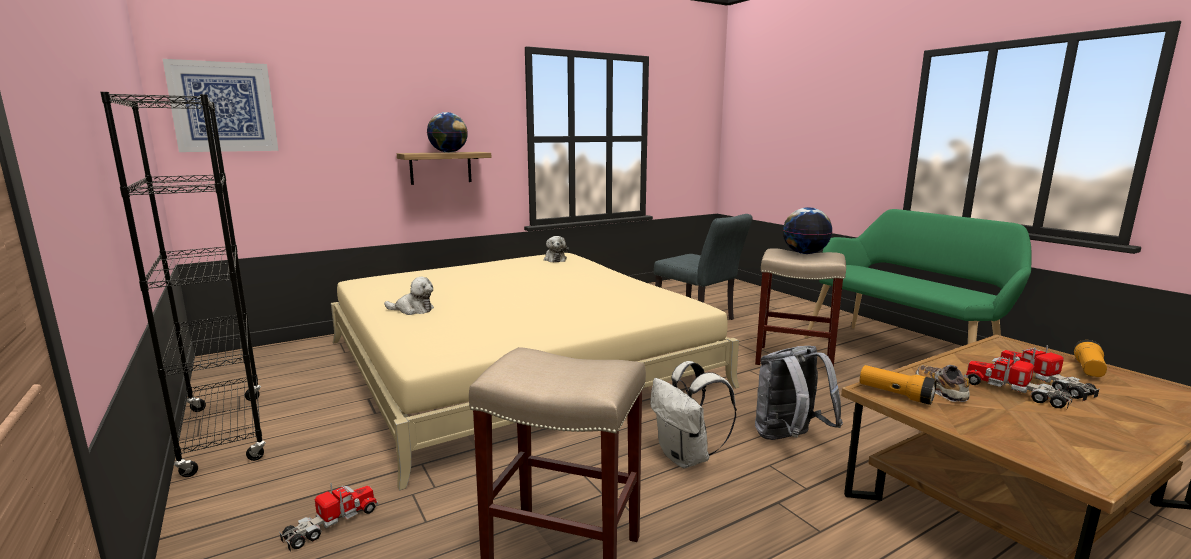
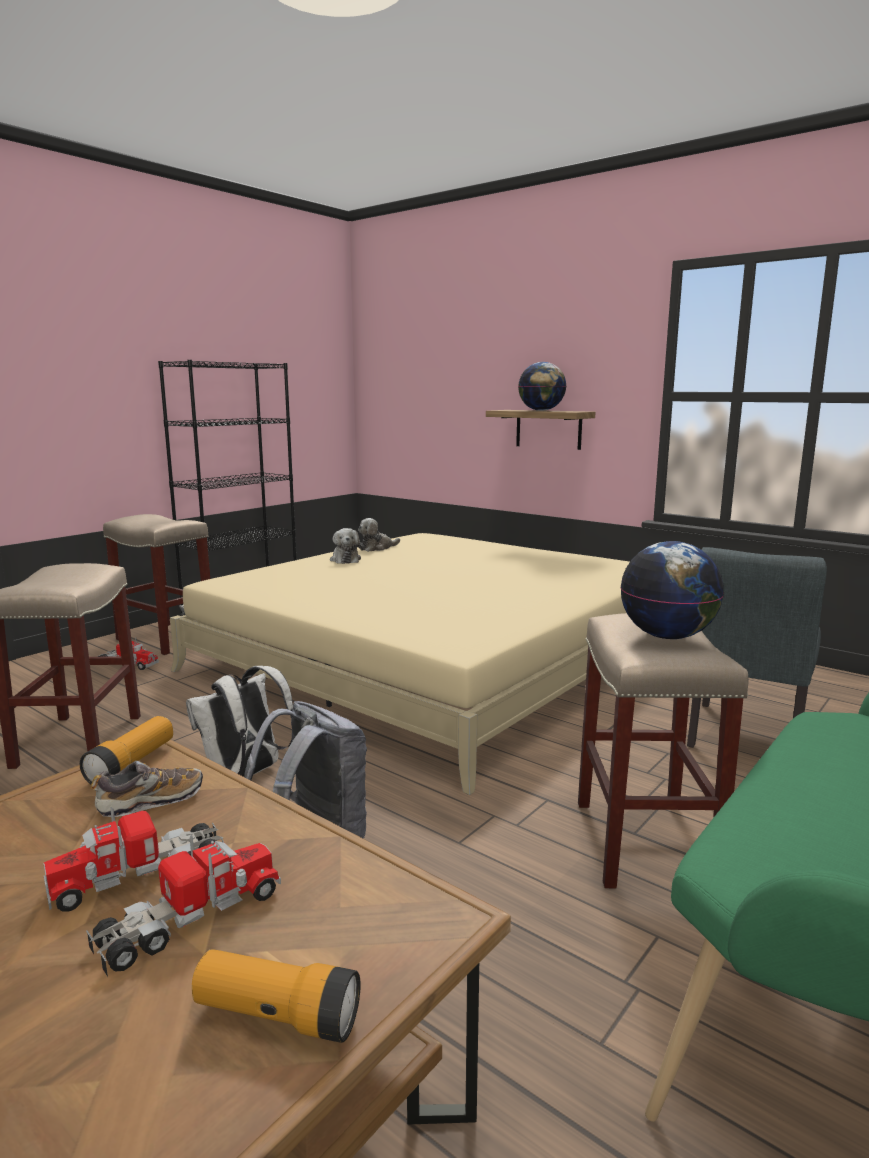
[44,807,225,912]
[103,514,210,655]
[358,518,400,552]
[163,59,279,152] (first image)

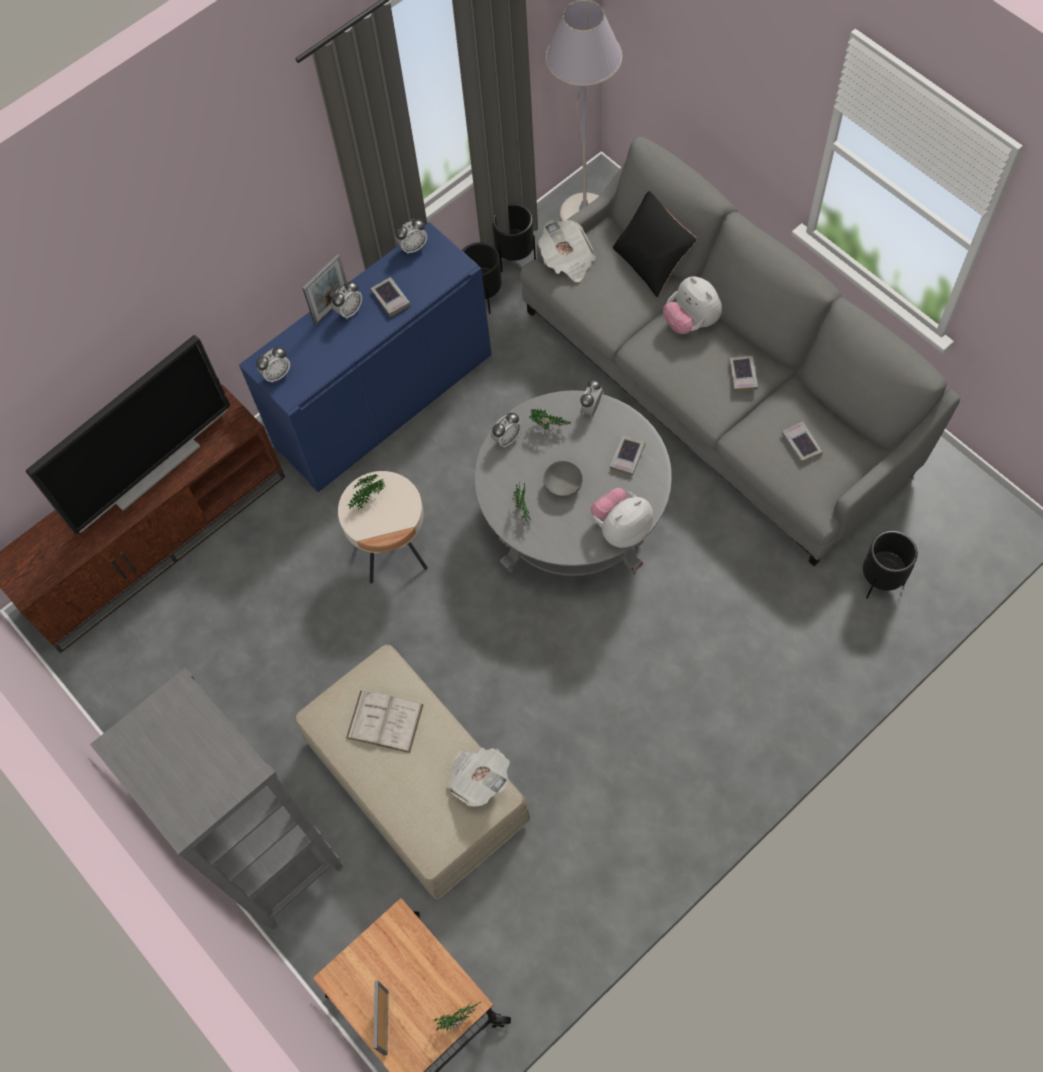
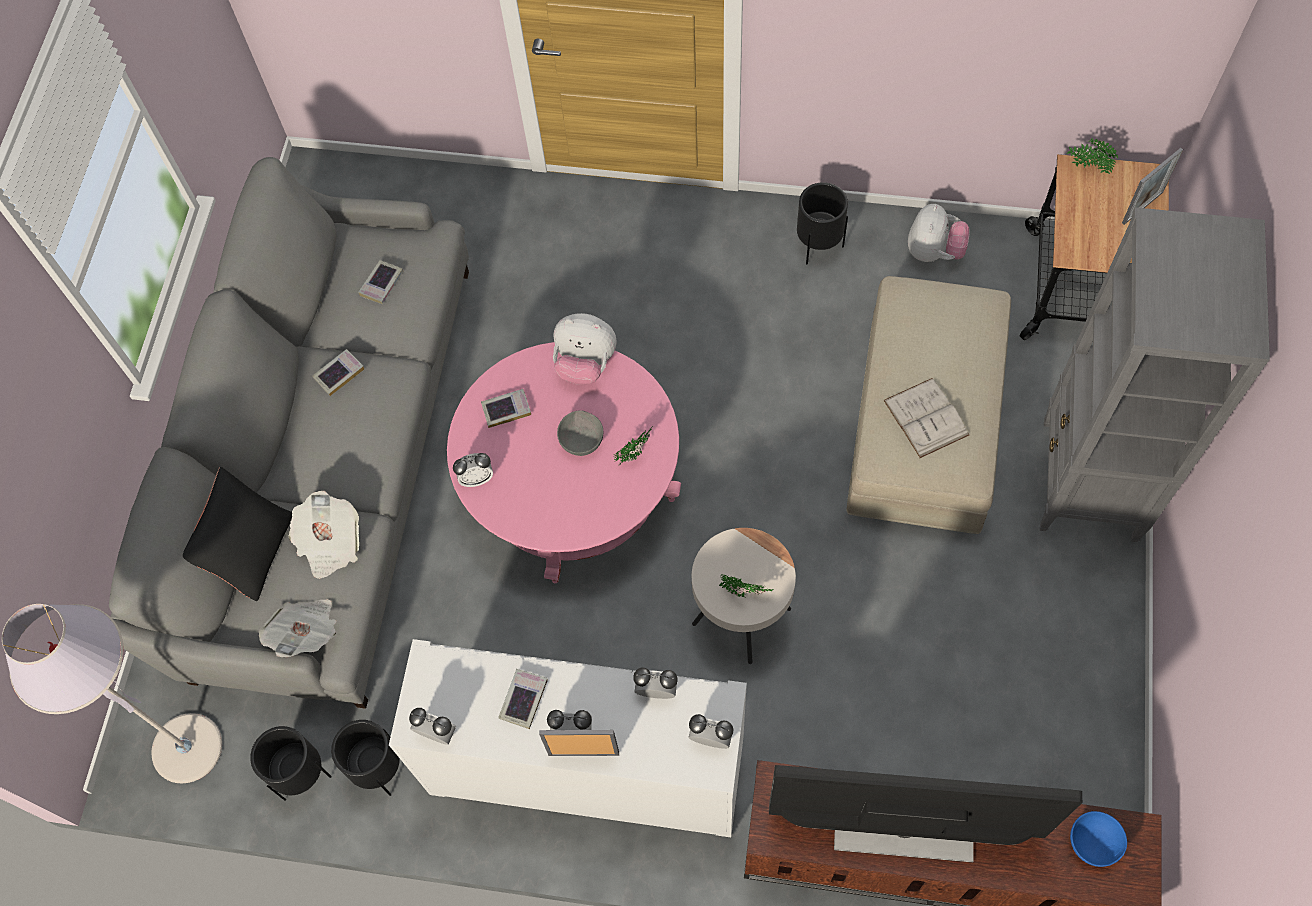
[289,491,359,579]
[389,639,747,837]
[447,342,681,583]
[633,667,678,699]
[797,182,848,264]
[908,204,970,262]
[1070,811,1127,867]
[529,408,571,430] (first image)

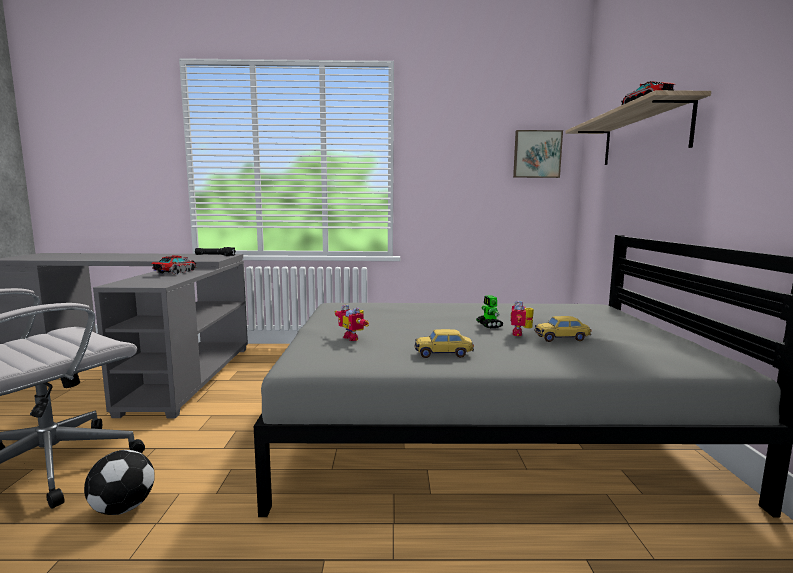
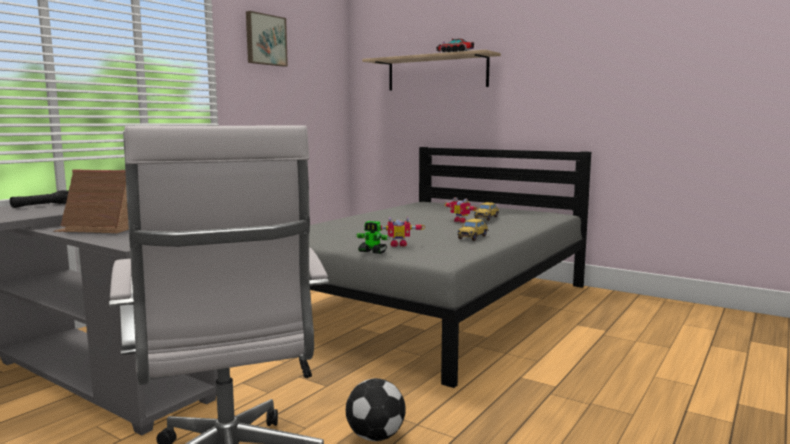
[54,169,129,234]
[246,11,288,67]
[356,221,391,254]

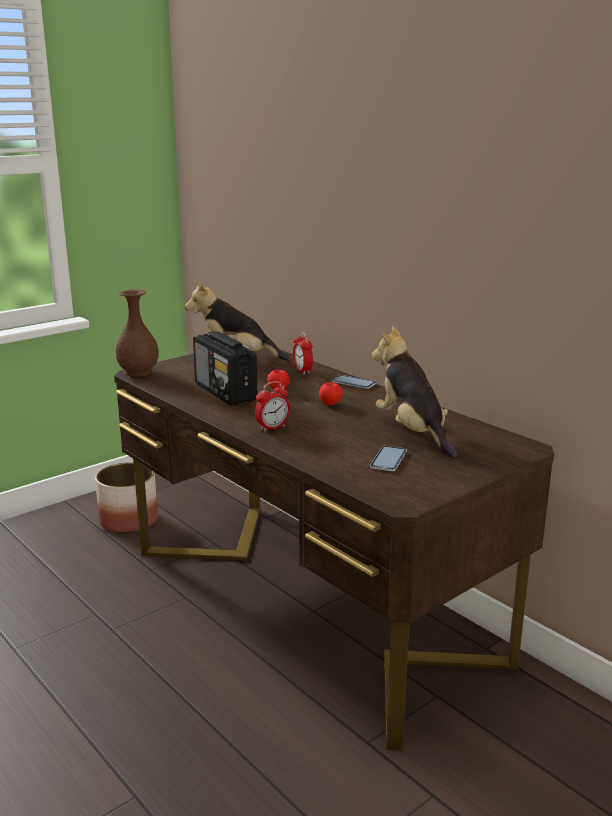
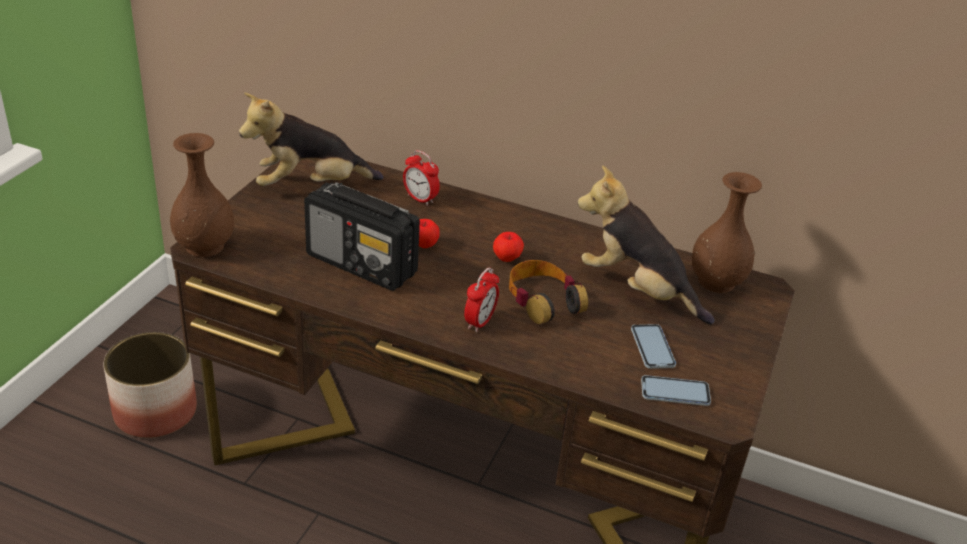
[509,260,588,324]
[641,375,711,406]
[692,172,762,293]

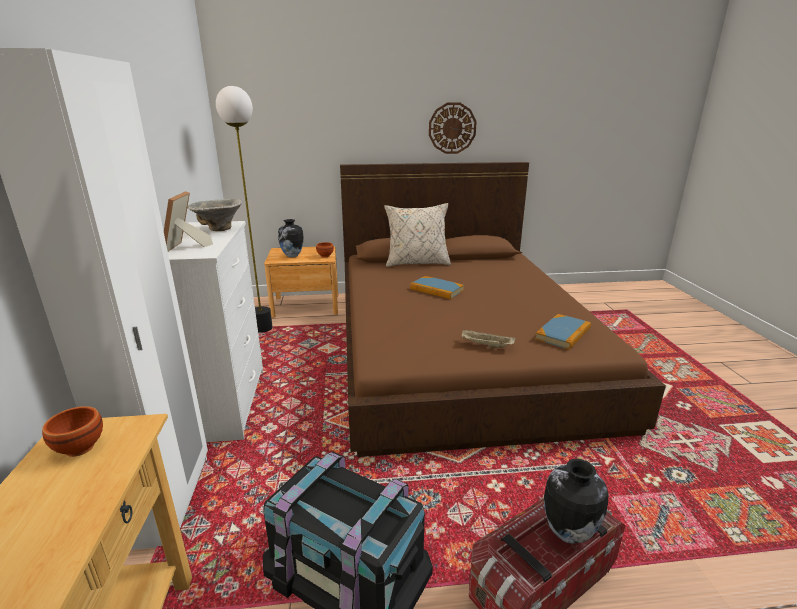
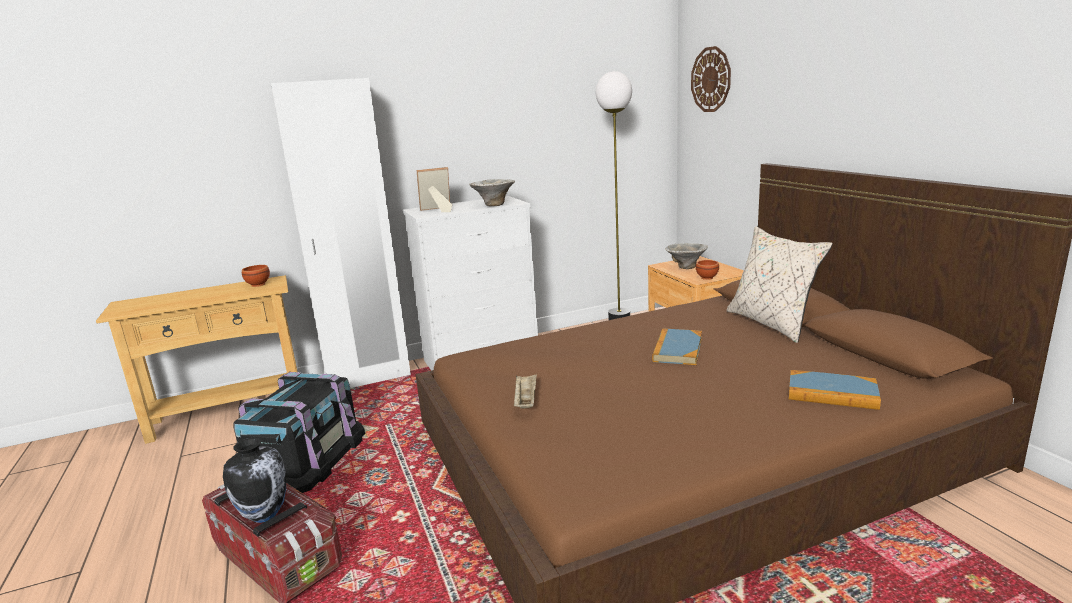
[665,243,708,269]
[691,46,731,112]
[789,370,881,410]

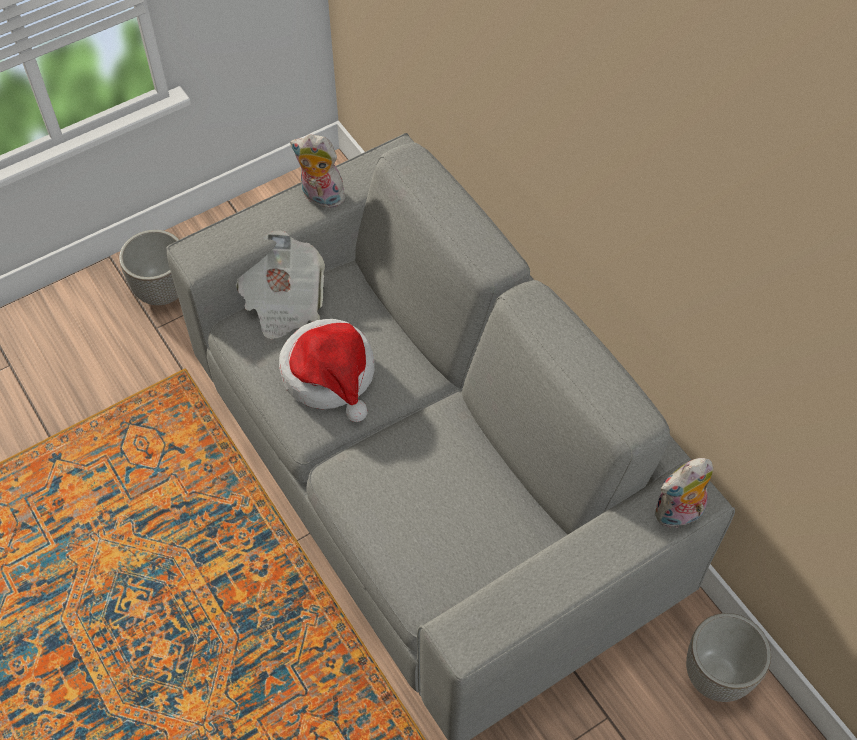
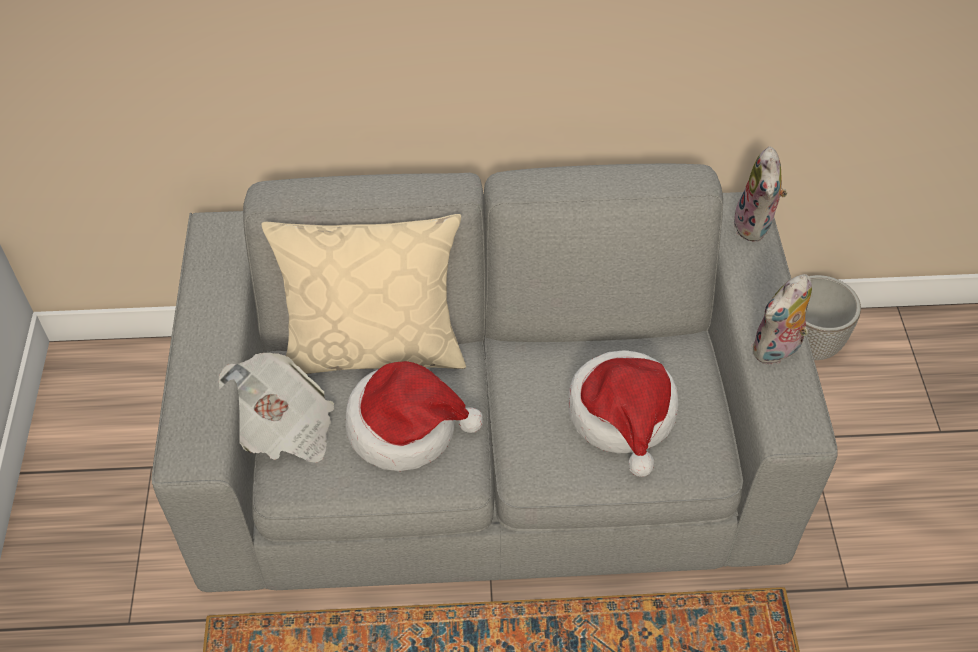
[261,214,466,374]
[568,350,678,477]
[751,274,813,365]
[119,230,179,305] (first image)

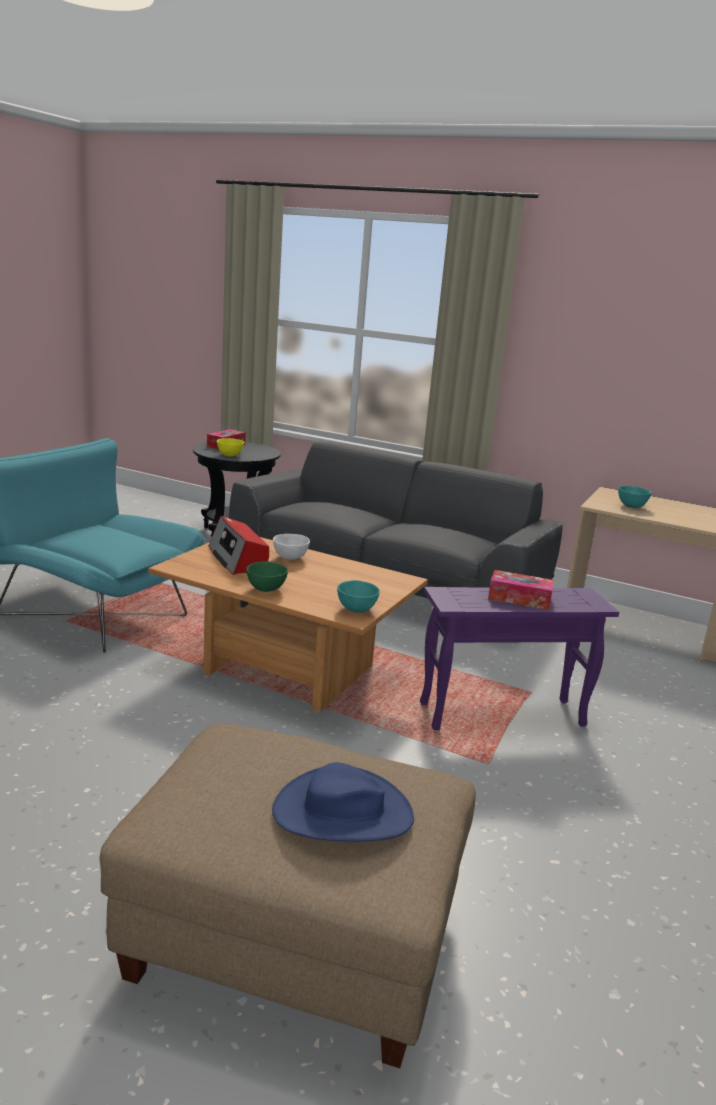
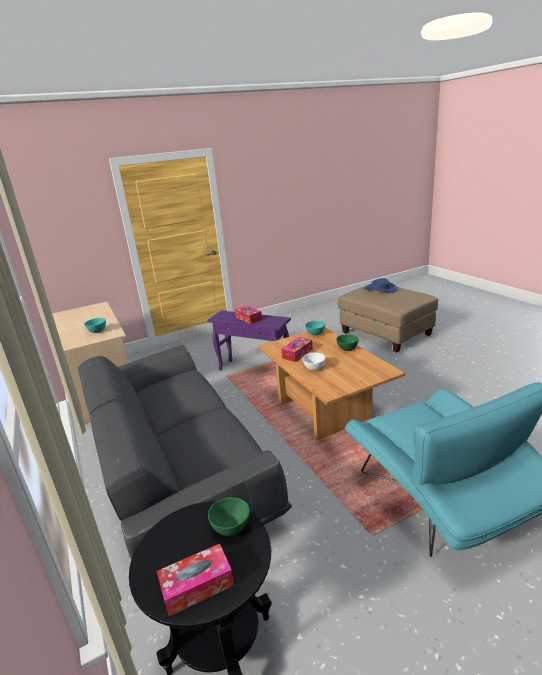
[208,497,250,536]
[281,337,313,362]
[208,516,269,575] (first image)

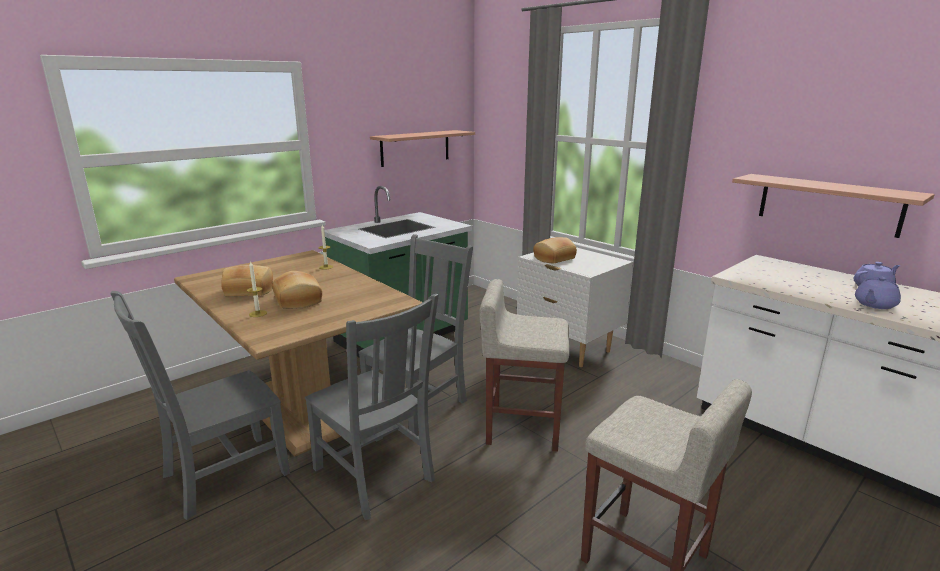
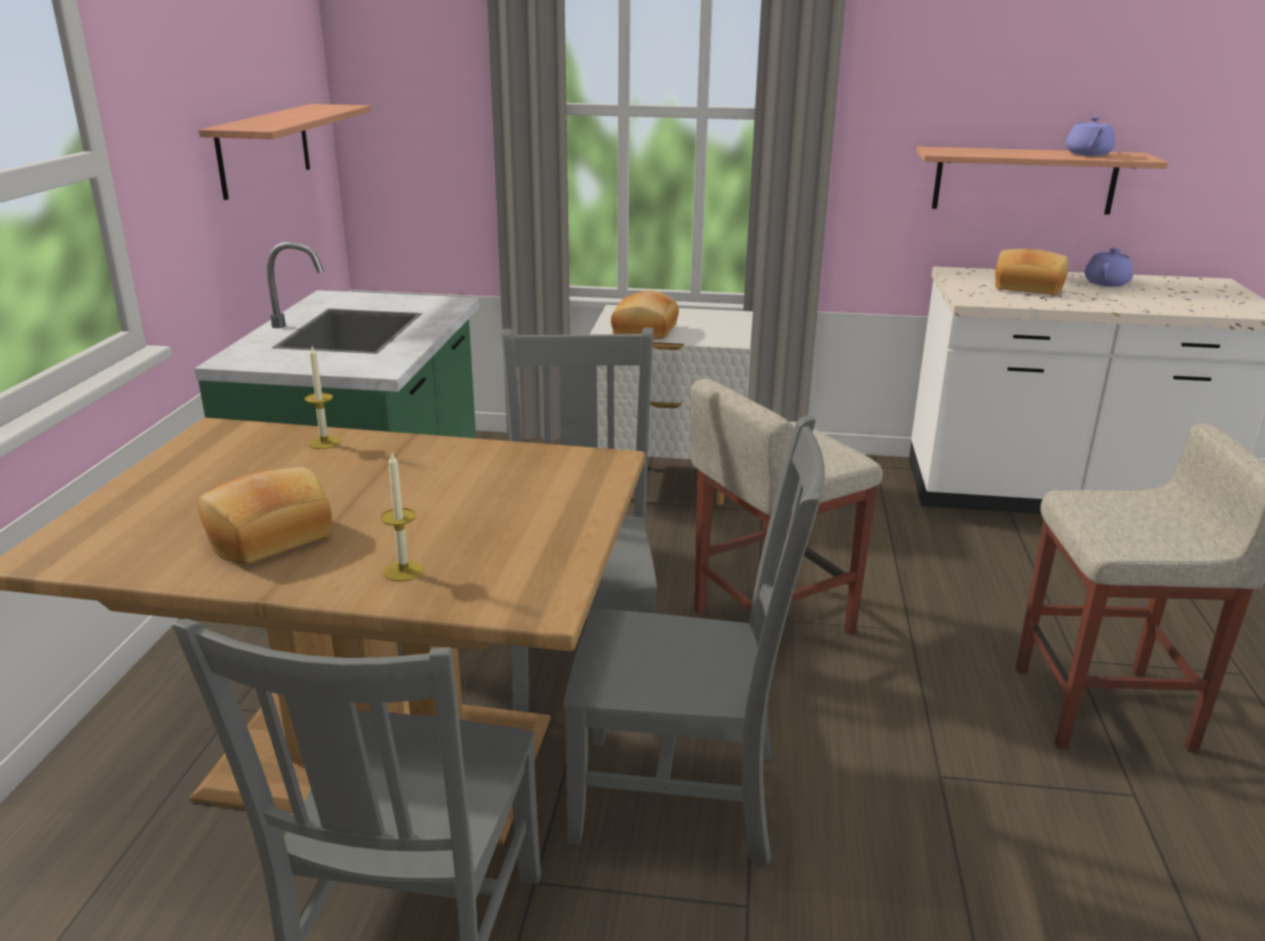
[995,249,1068,295]
[1066,116,1115,156]

